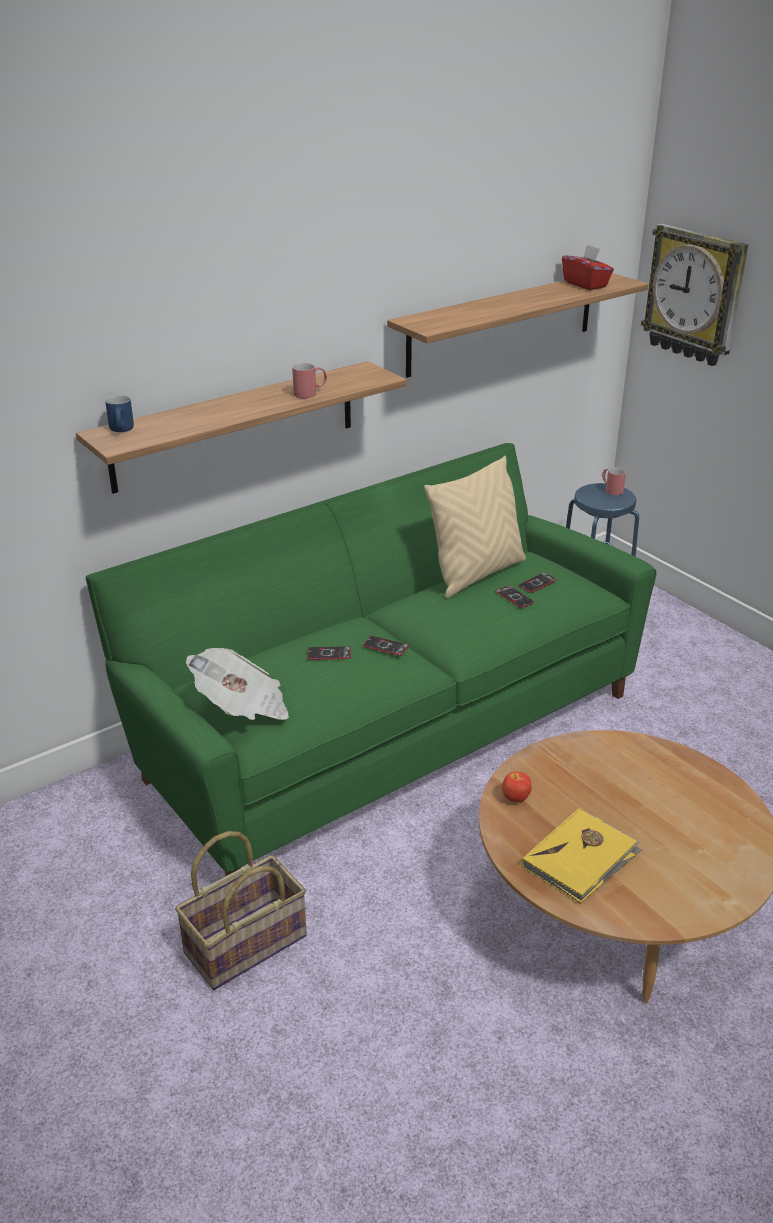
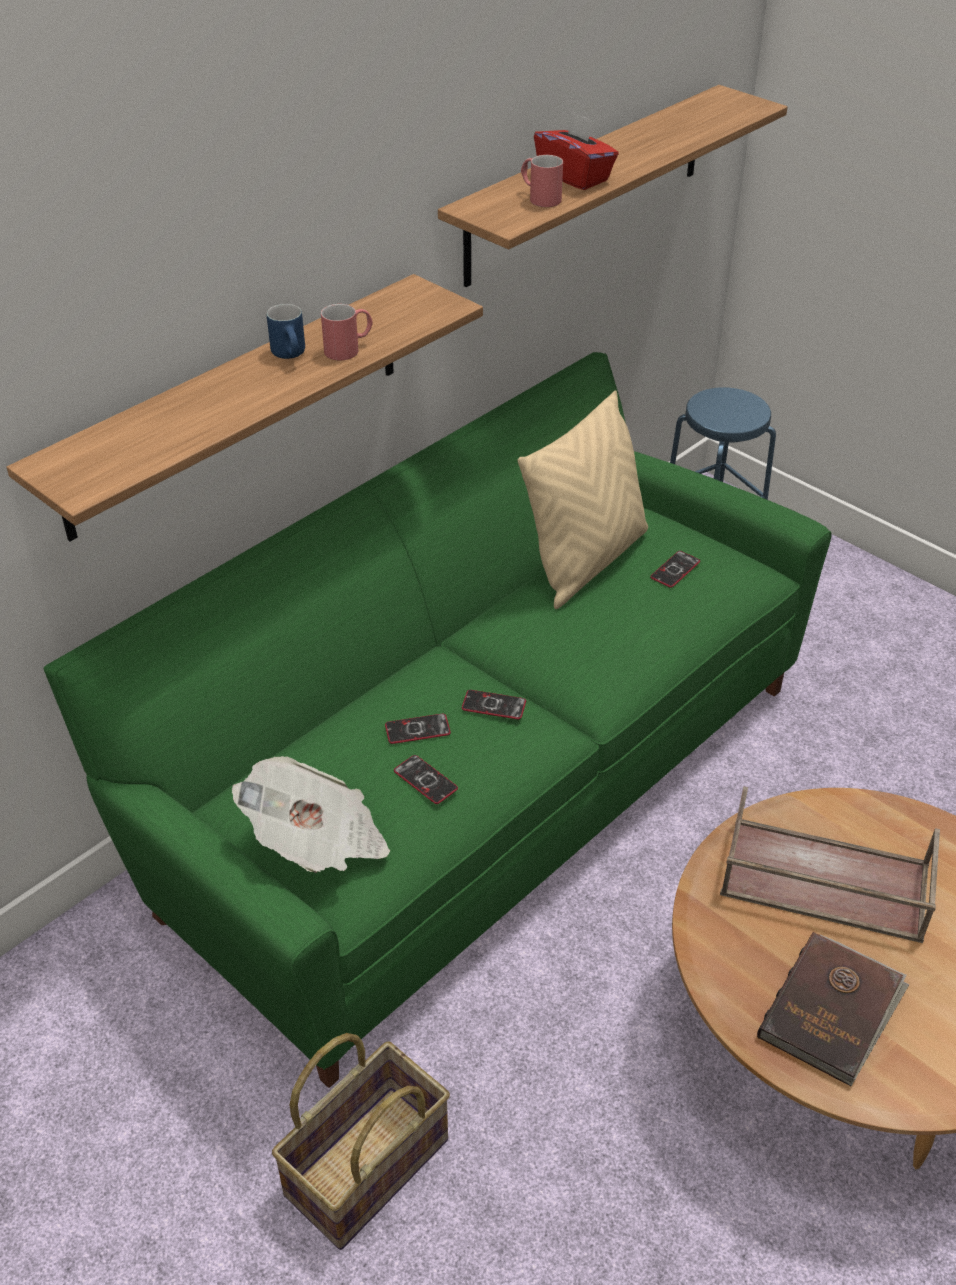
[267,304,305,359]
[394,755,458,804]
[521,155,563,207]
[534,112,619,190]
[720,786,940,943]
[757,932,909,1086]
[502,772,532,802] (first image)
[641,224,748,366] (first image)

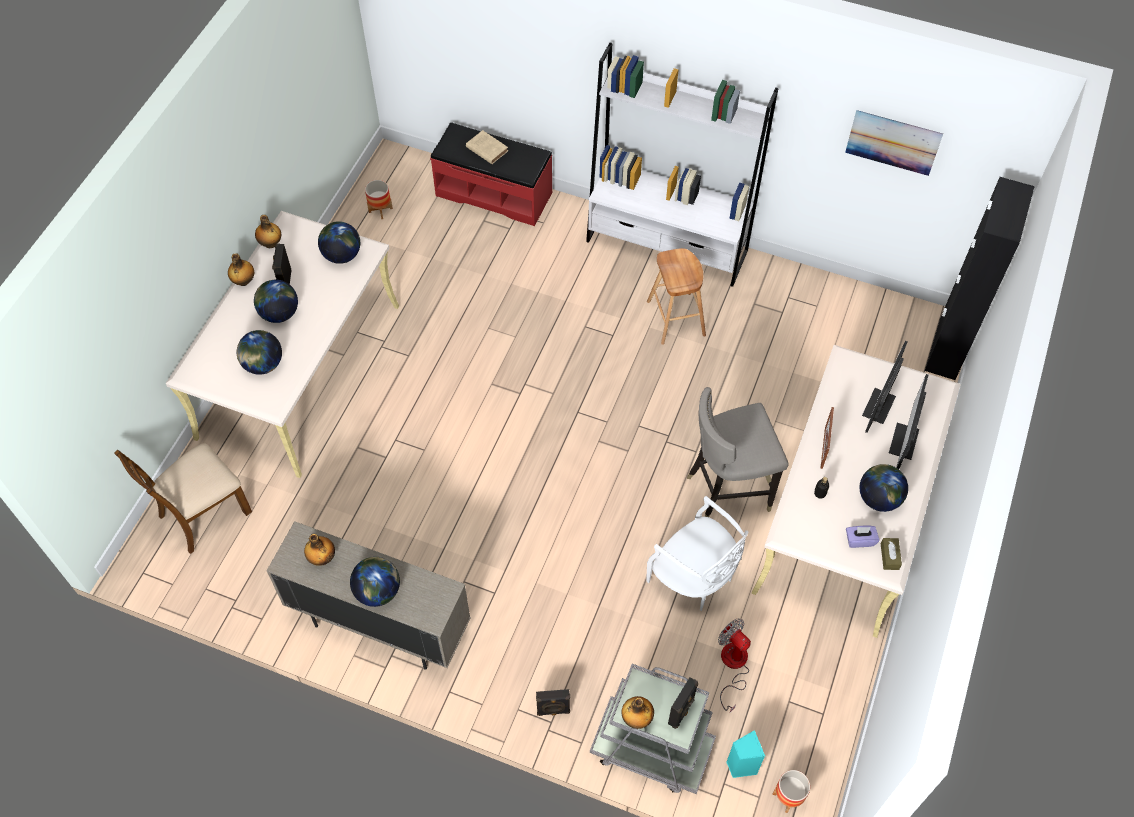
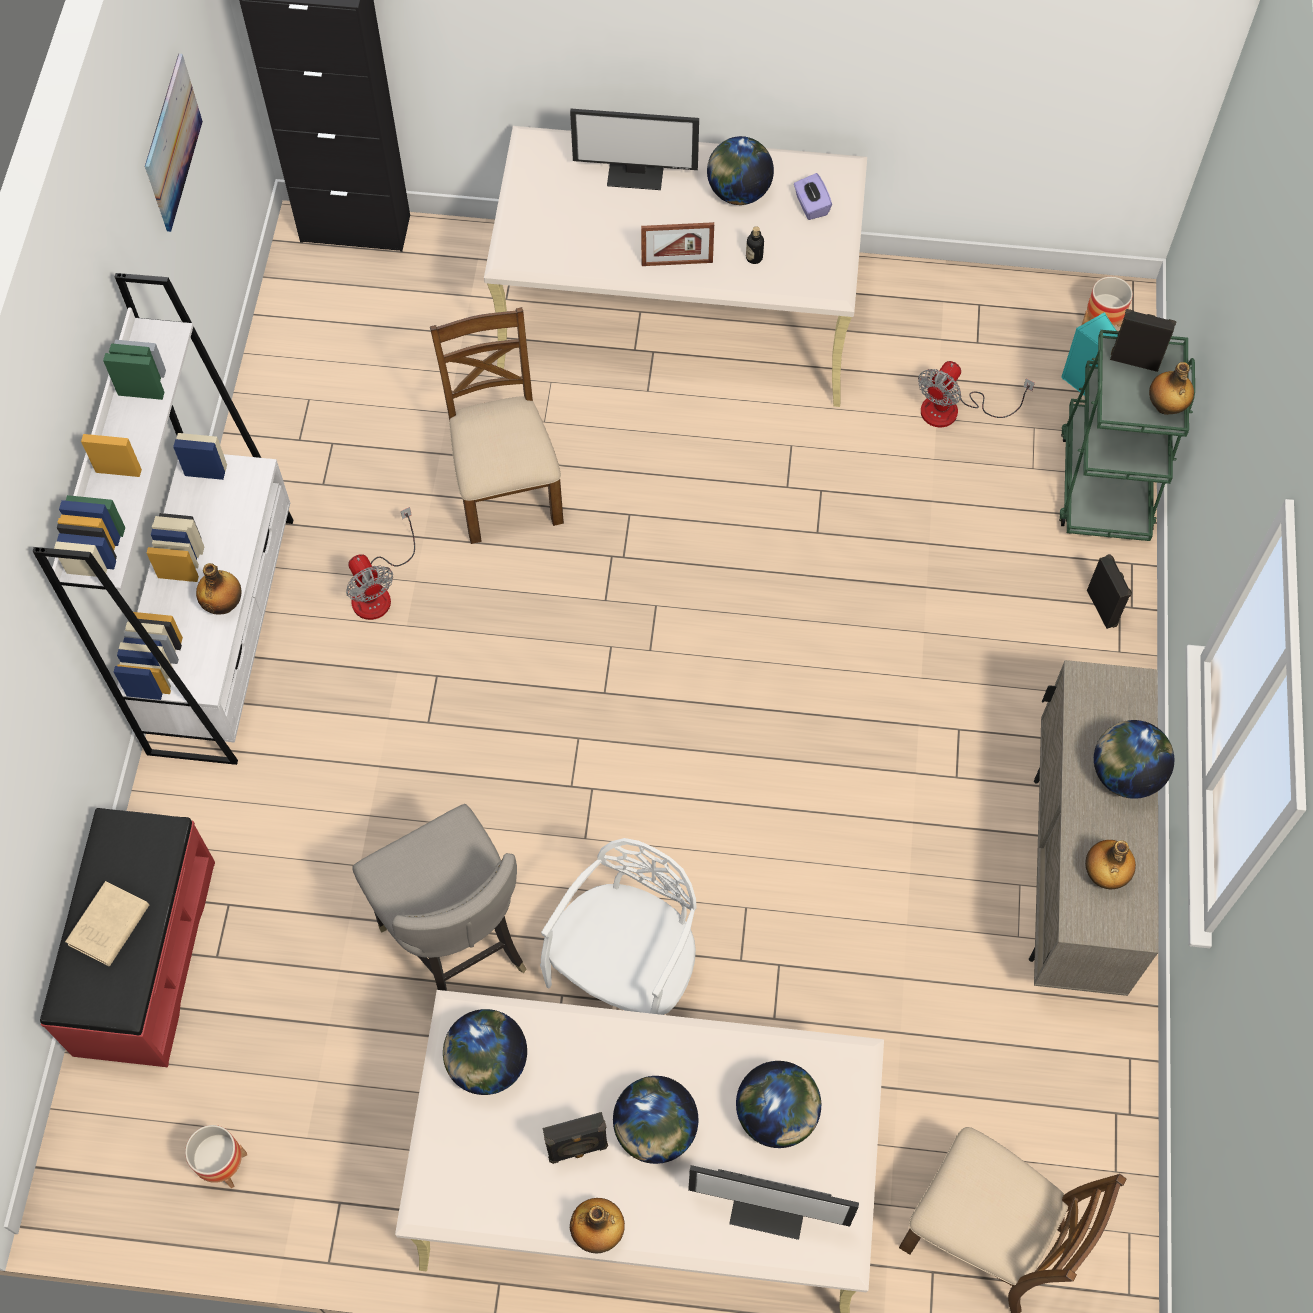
[196,563,241,614]
[346,507,415,620]
[352,804,527,991]
[430,307,564,544]
[540,838,697,1015]
[688,1165,859,1240]
[1059,330,1195,541]
[881,538,902,570] (first image)

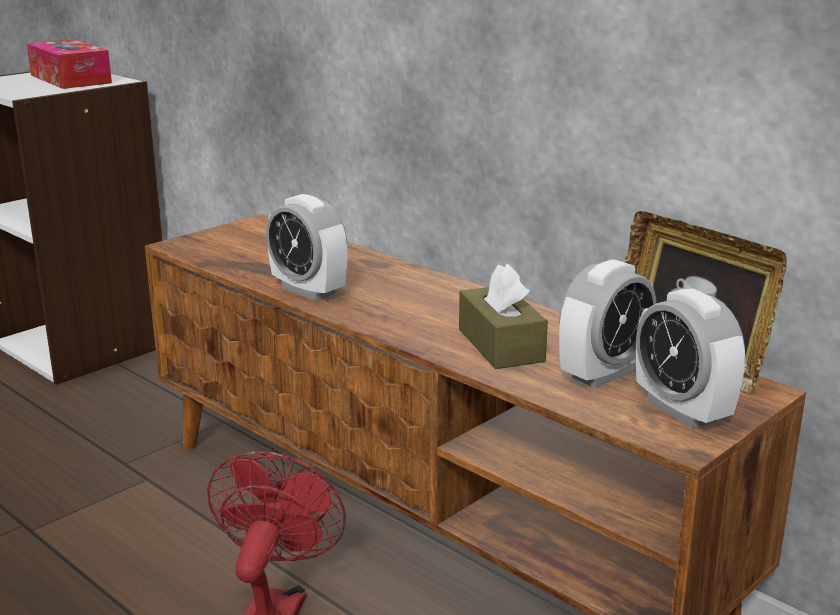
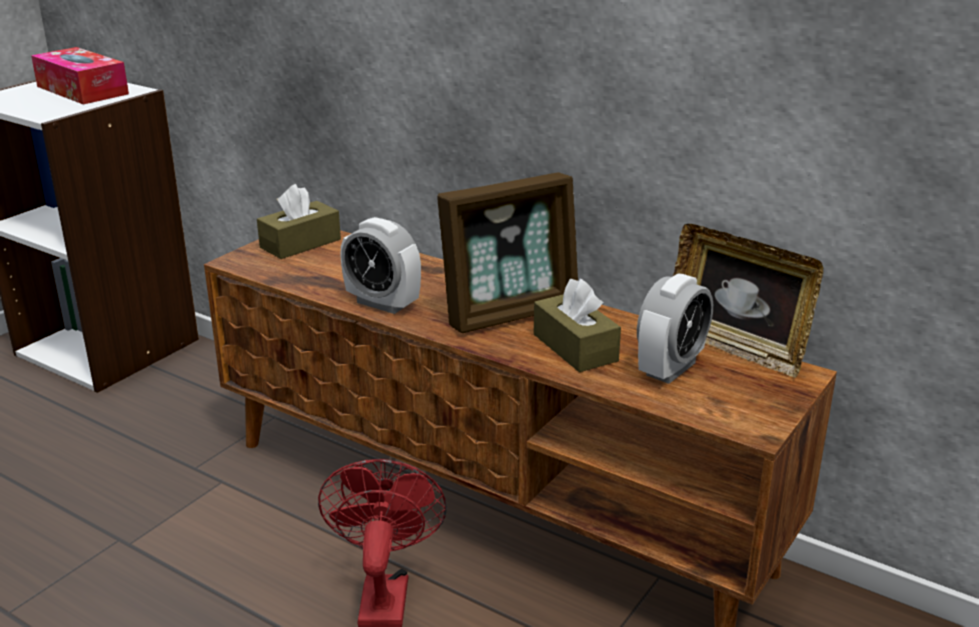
[257,184,341,259]
[437,172,578,333]
[636,288,745,429] (first image)

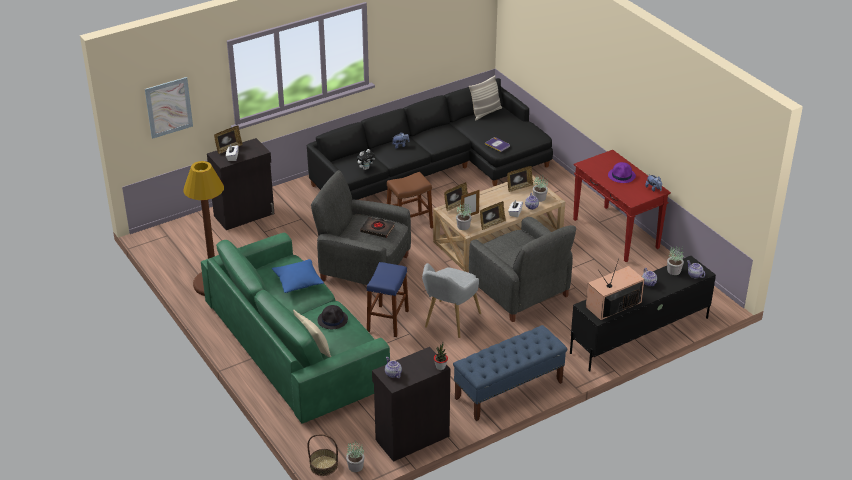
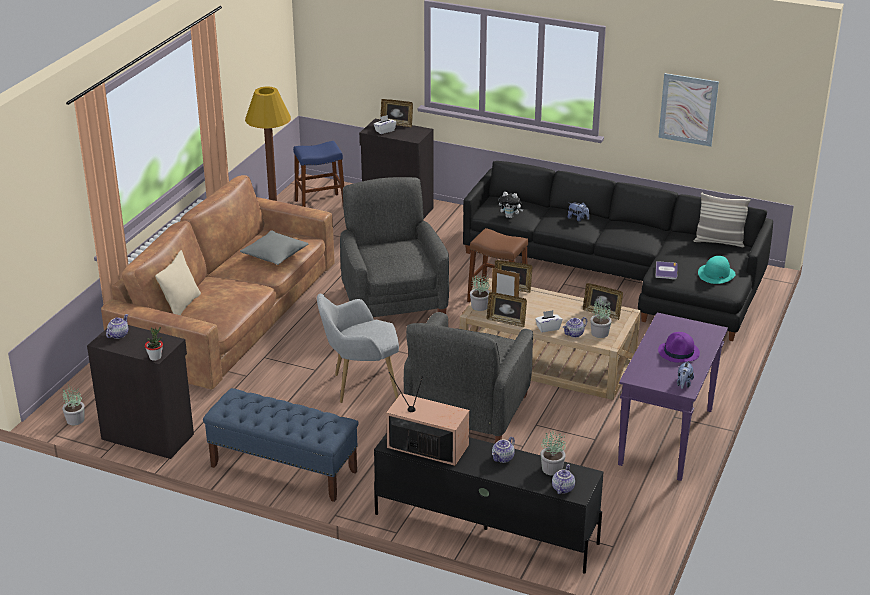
[101,175,335,390]
[240,230,308,265]
[293,141,344,207]
[618,313,728,481]
[658,73,719,147]
[698,256,736,284]
[307,434,338,476] (first image)
[318,305,348,329] (first image)
[360,217,395,238] (first image)

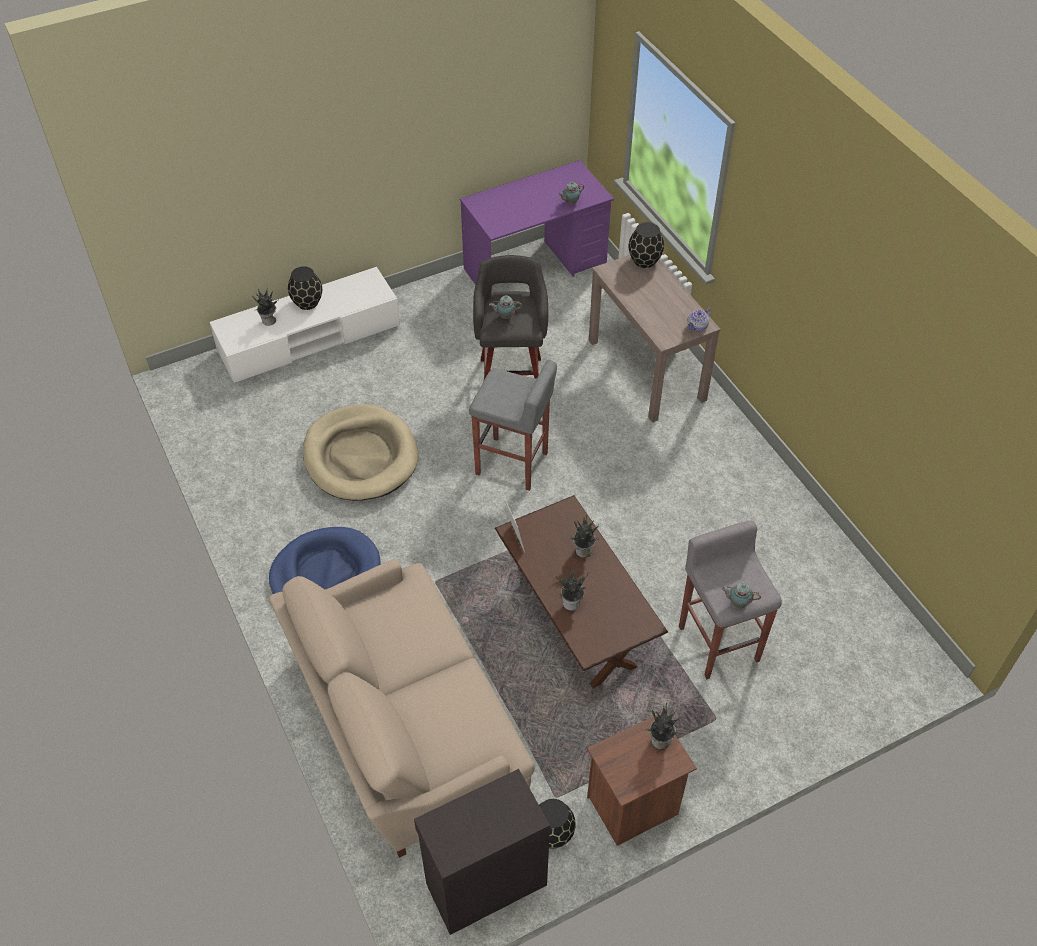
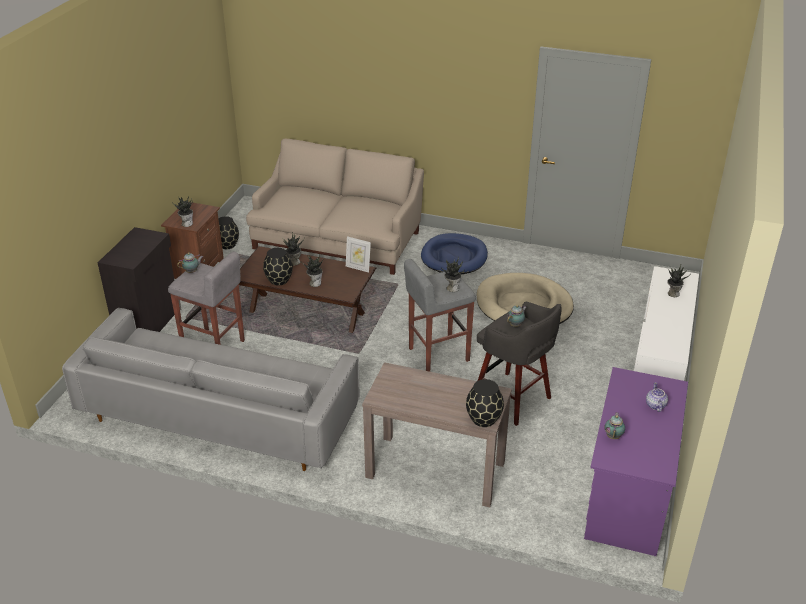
[62,308,360,471]
[98,227,181,332]
[263,248,293,286]
[443,257,465,292]
[646,382,668,412]

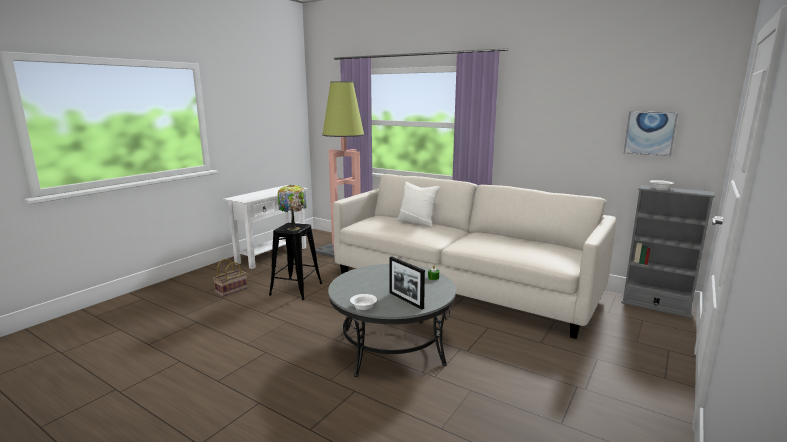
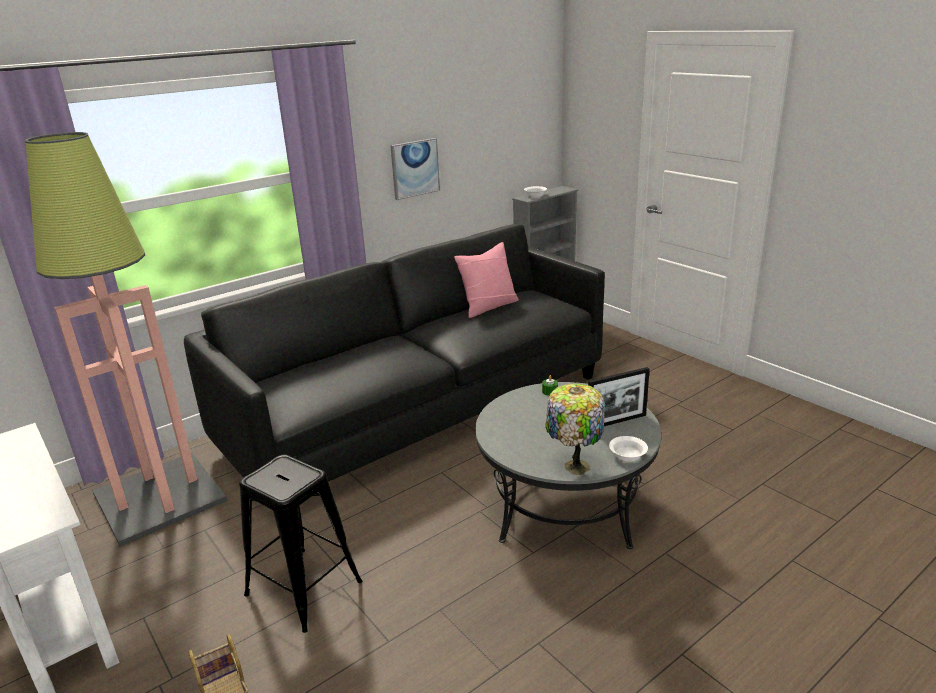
[184,224,605,482]
[390,138,440,200]
[454,242,519,318]
[545,383,605,475]
[397,182,440,227] (first image)

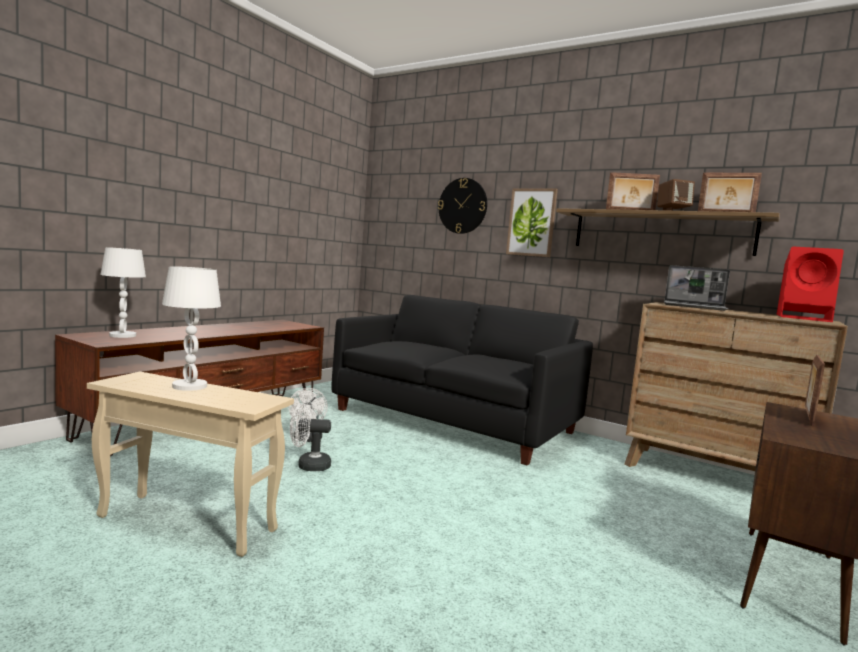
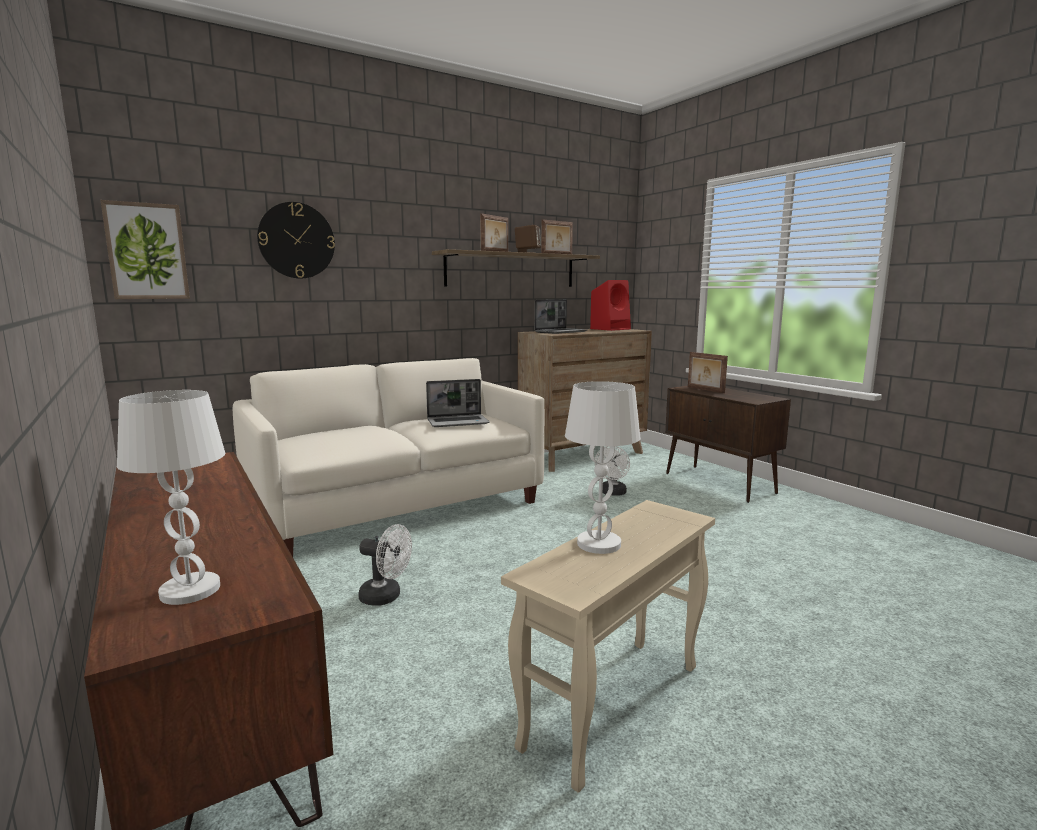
[100,200,190,299]
[232,358,544,557]
[426,379,489,427]
[595,446,630,496]

